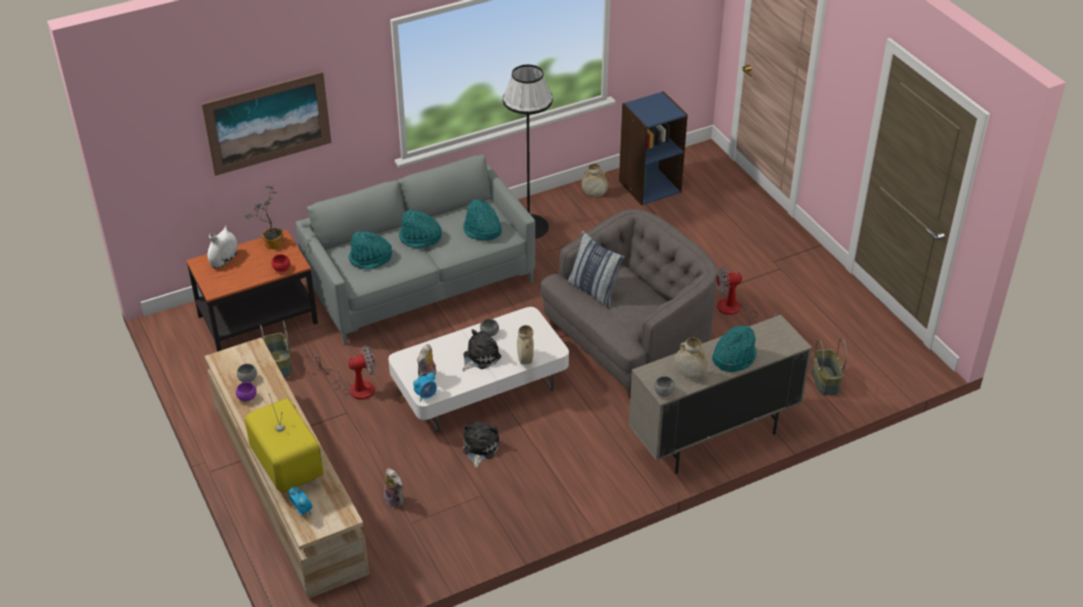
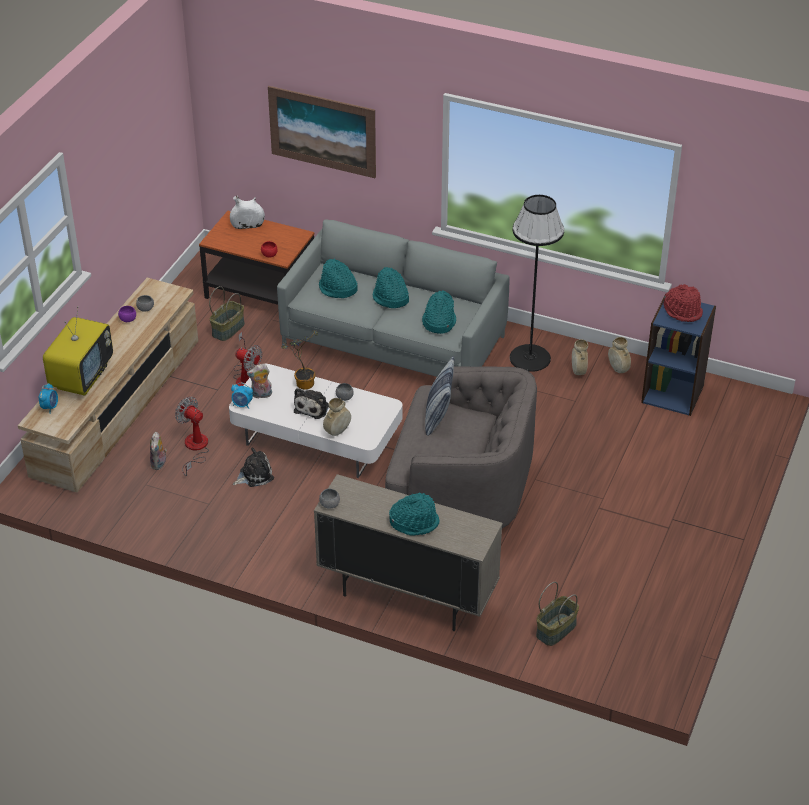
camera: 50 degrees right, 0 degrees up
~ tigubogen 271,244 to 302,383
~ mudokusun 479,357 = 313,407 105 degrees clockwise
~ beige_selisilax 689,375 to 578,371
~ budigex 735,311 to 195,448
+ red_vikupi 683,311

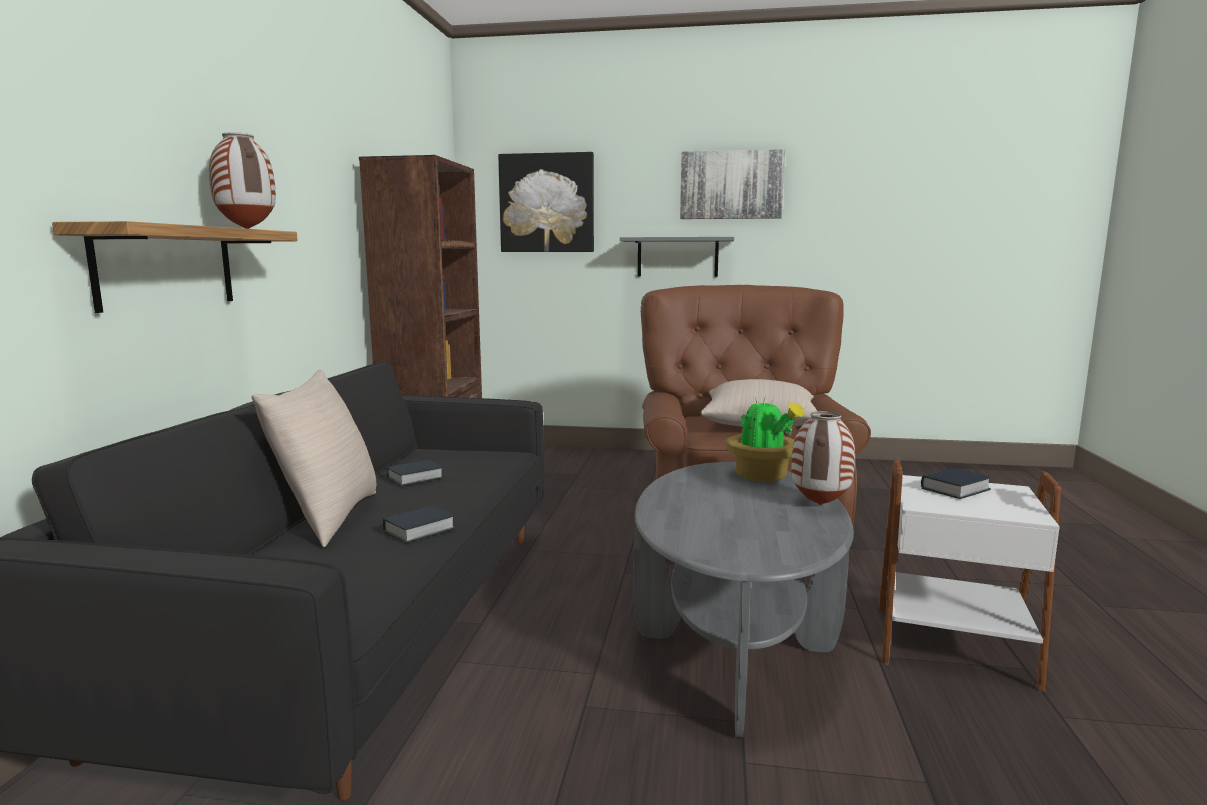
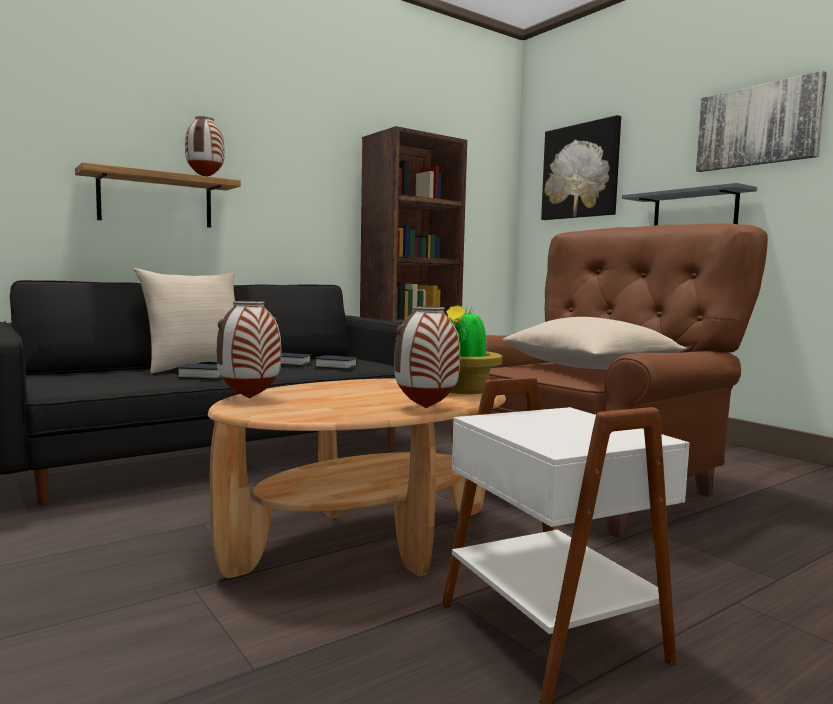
camera: 45 degrees right, 5 degrees down
~ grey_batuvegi 734,643 to brown_batuvegi 367,541
~ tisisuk 954,489 to 336,367
+ selisilax 249,398

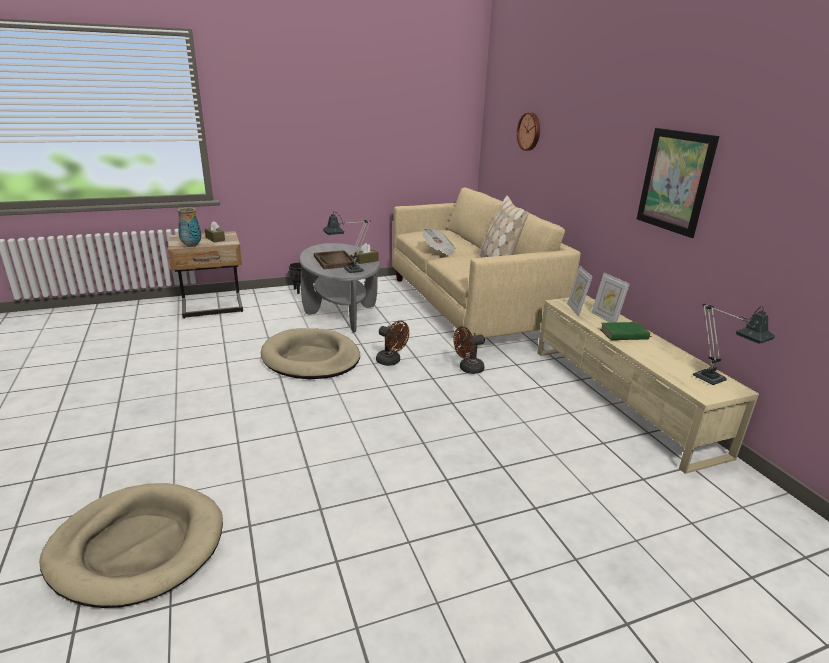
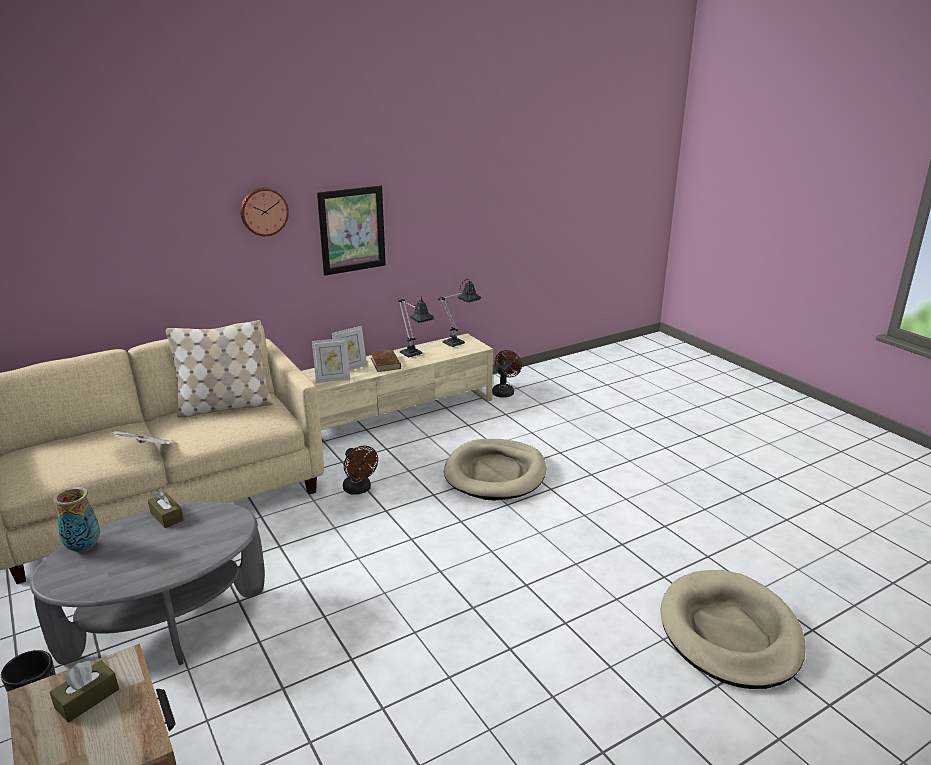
camera: 100 degrees left, 0 degrees up
~ selisilax 191,245 to 84,547
~ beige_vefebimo 311,358 to 495,473
- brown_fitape 334,261
~ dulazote 349,271 to 413,355
~ brown_budigex 391,361 to 504,391
~ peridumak 530,131 to 263,211
~ green_tisisuk 624,334 to brown_tisisuk 386,363

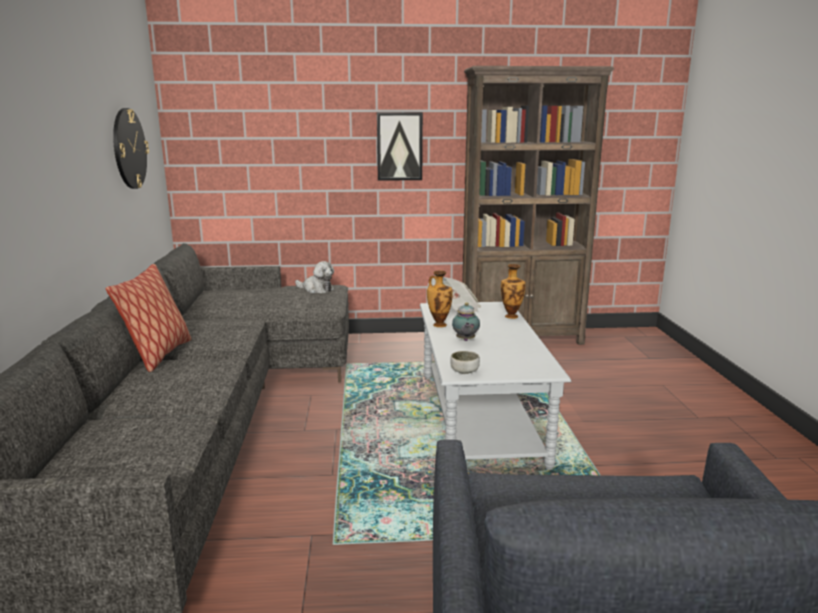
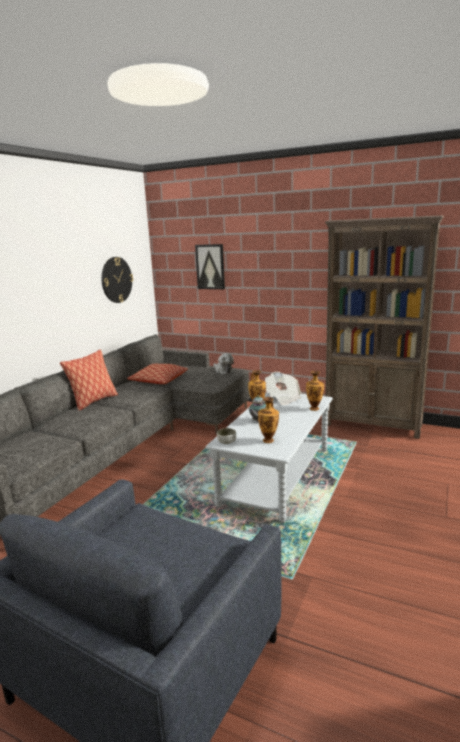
camera: 30 degrees right, 0 degrees up
~ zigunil 399,146 to 210,266
+ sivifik 158,380
+ selisilax 269,440

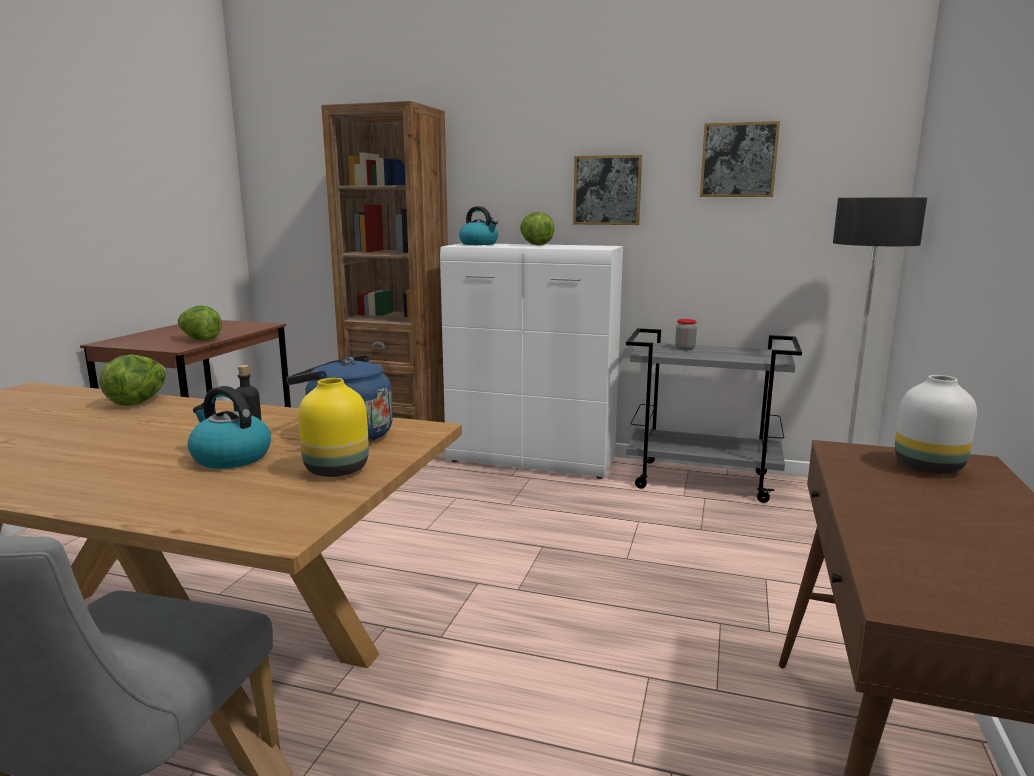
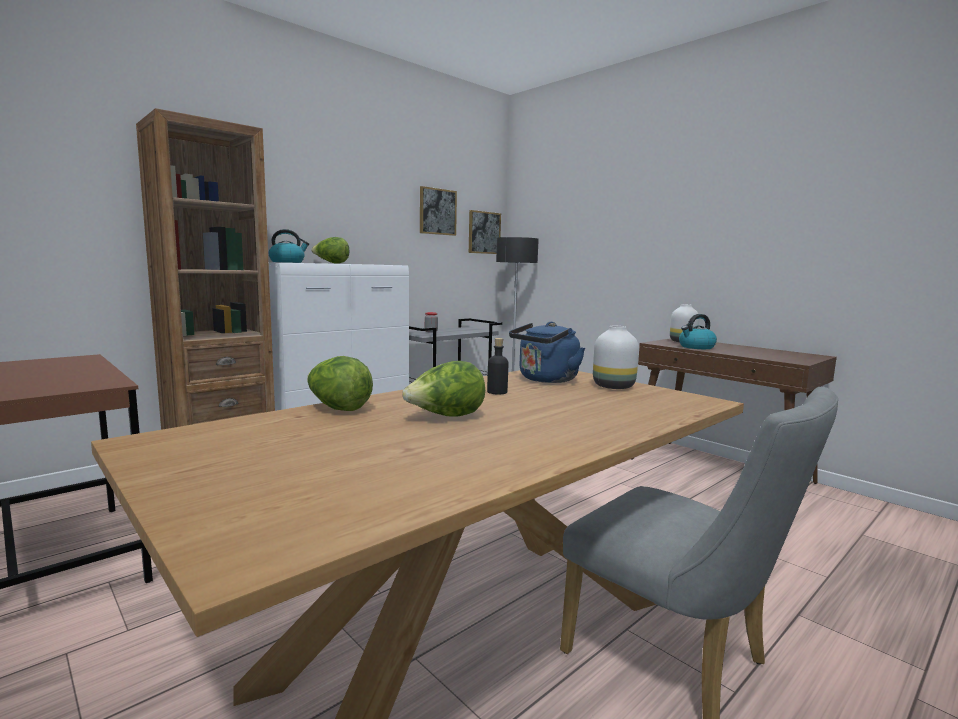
camera: 60 degrees left, 5 degrees down
~ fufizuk 200,340 to 446,417
~ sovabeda 230,457 to 696,347
~ yellow_selisilax 336,469 to white_selisilax 612,386
~ zigunil 607,190 to 484,232

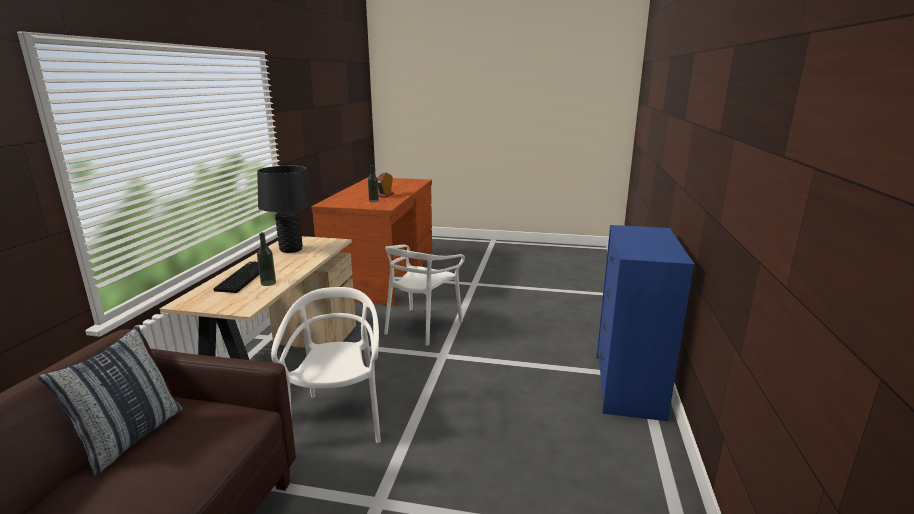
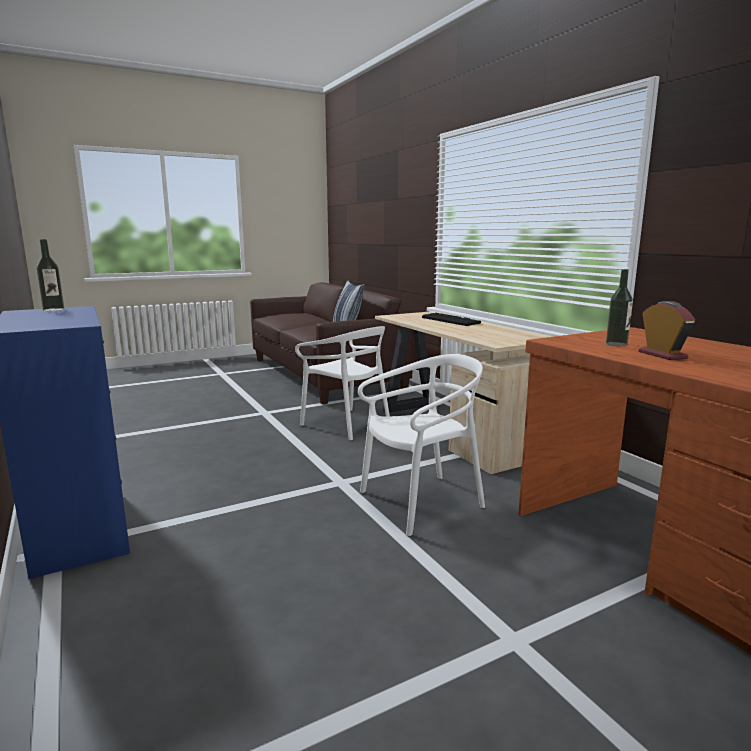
camera: 140 degrees right, 5 degrees down
- black_dulazote 291,249
~ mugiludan 268,283 to 53,309
~ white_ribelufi 422,326 = 421,502 75 degrees clockwise

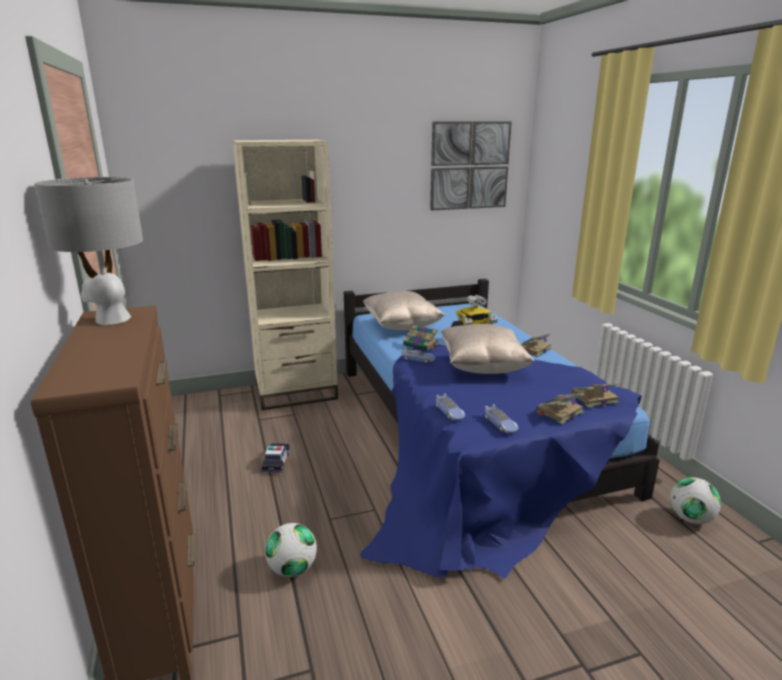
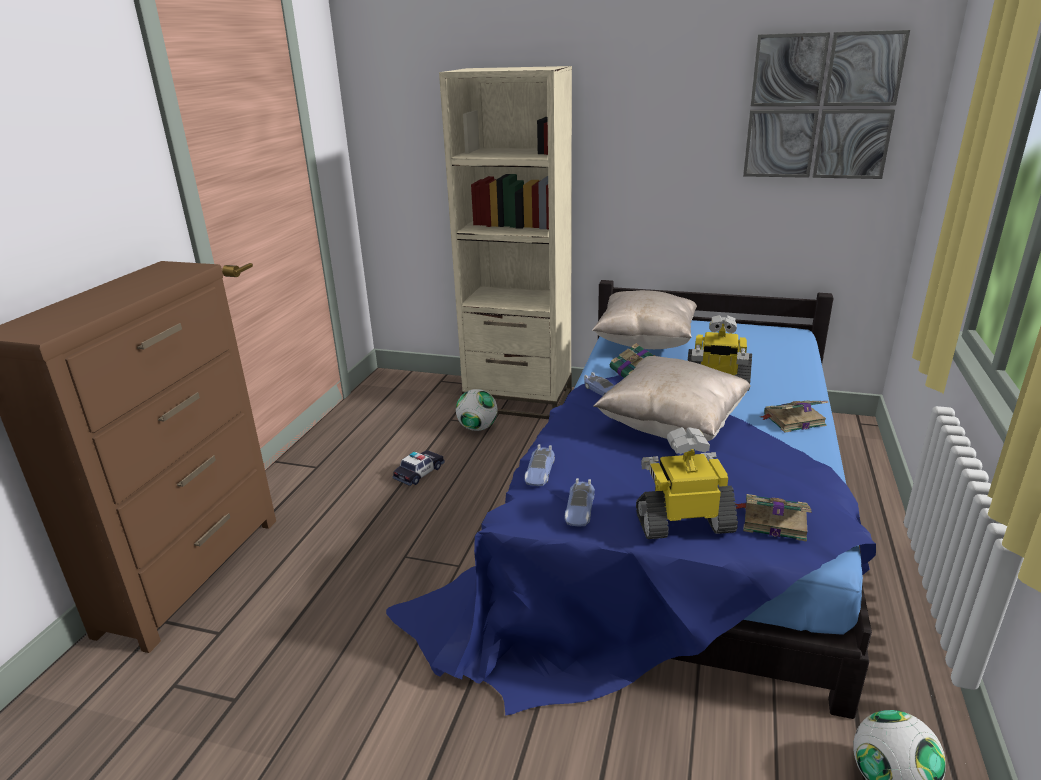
camera: 35 degrees right, 5 degrees up
- grey_dulazote 112,319
~ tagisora 292,569 to 477,428
~ tisisuk 559,412 to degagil 684,522

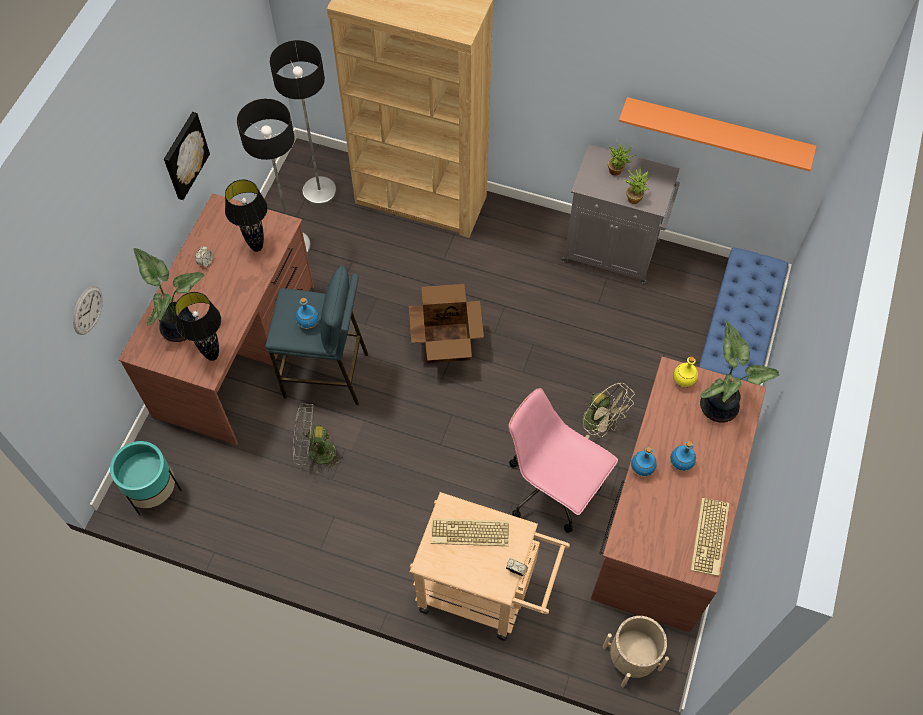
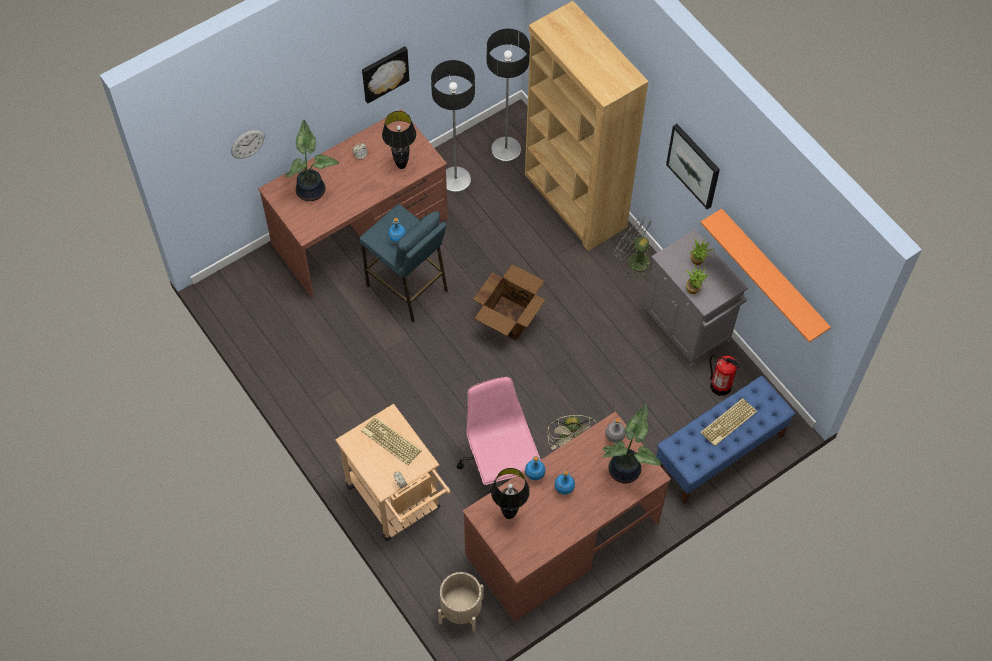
camera: 35 degrees right, 0 degrees up
- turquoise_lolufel 154,492
~ black_dulazote 212,356 to 509,515
~ grey_budigex 315,453 to 633,260
~ yellow_mugiludan 683,382 to grey_mugiludan 614,438
~ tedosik 711,538 to 728,423
+ zigunil 694,165
+ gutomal 720,385

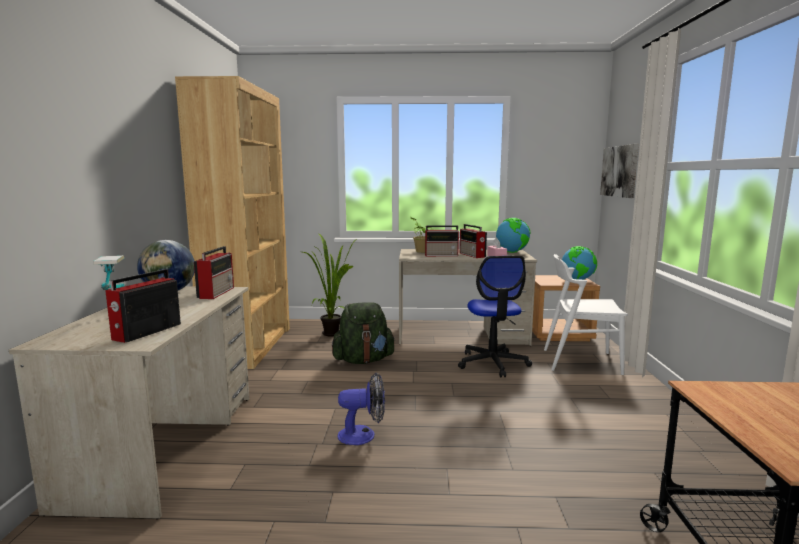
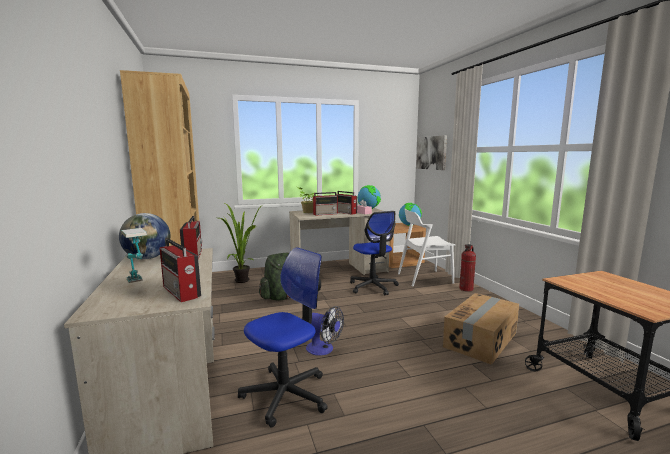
camera: 20 degrees left, 0 degrees up
~ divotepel 146,332 = 181,292 45 degrees counterclockwise
~ budigex 363,435 = 324,349 60 degrees clockwise
+ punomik 286,394
+ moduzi 481,339
+ gutomal 466,289

